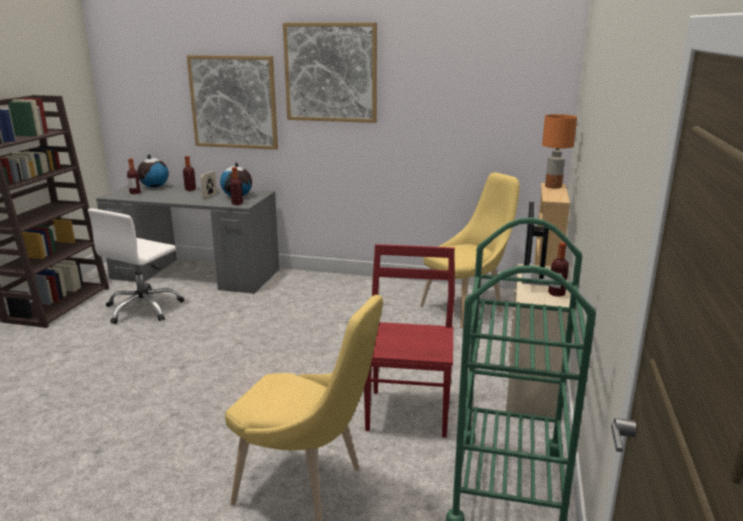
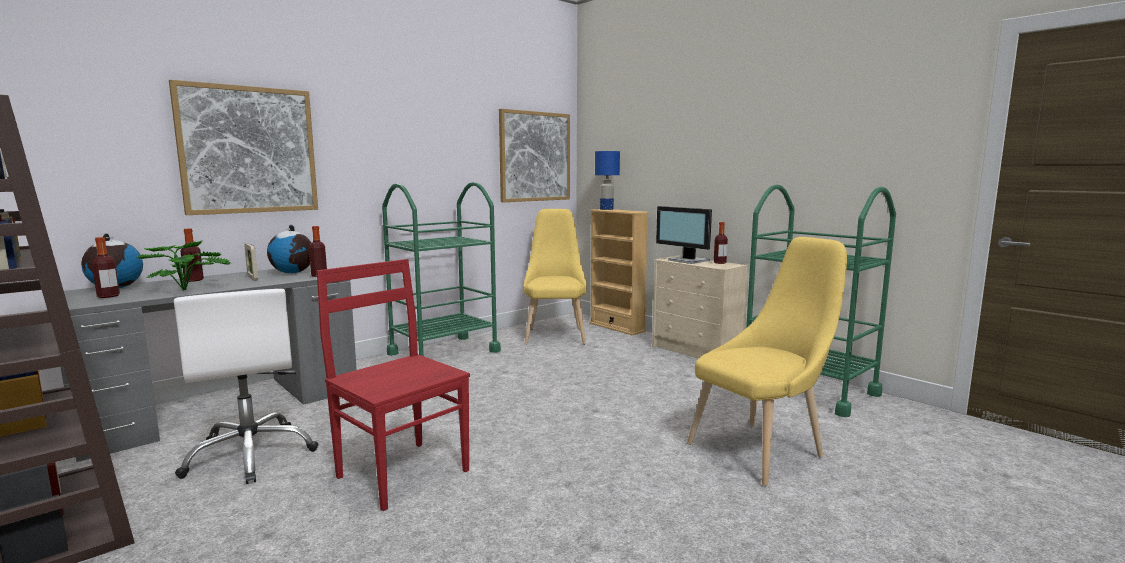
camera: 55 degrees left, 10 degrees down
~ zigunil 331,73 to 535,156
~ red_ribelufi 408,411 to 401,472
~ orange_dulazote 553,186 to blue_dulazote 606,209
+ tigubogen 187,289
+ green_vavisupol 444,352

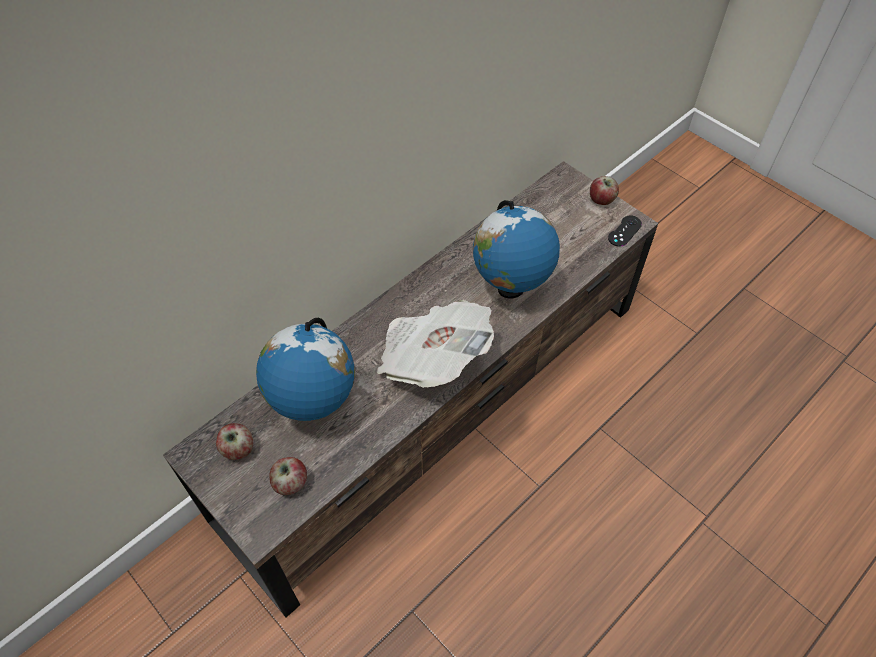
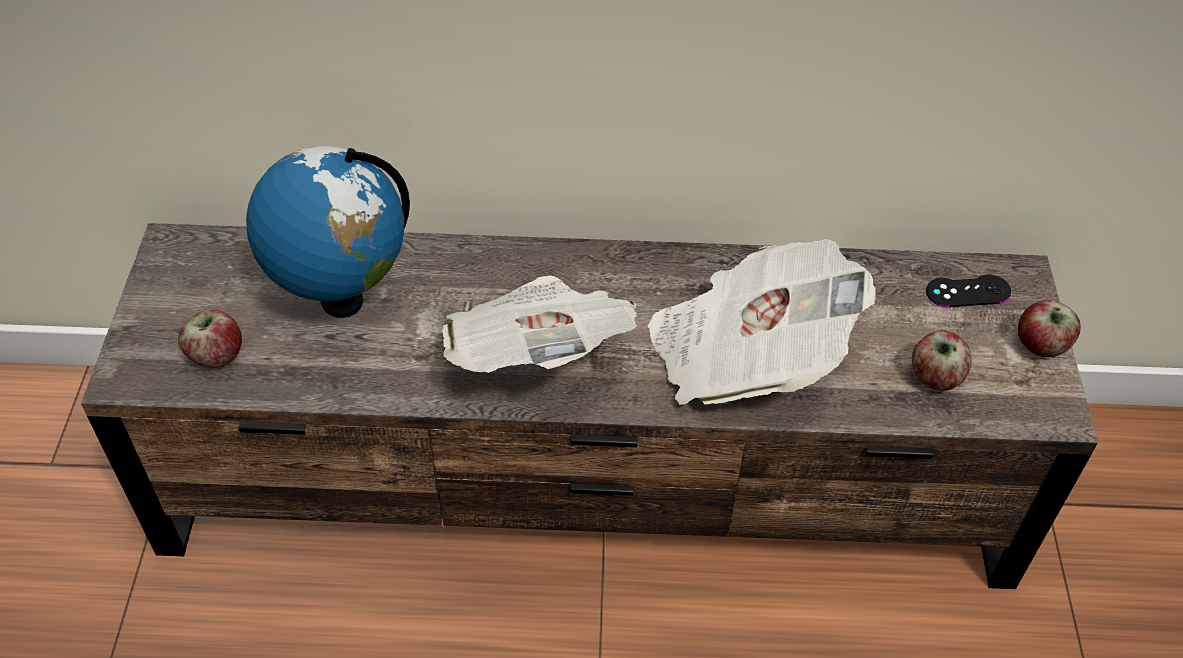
camera: 45 degrees right, 5 degrees down
~ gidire 238,449 to 934,377
~ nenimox 510,289 to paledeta 746,356
~ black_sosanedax 624,231 to 968,291

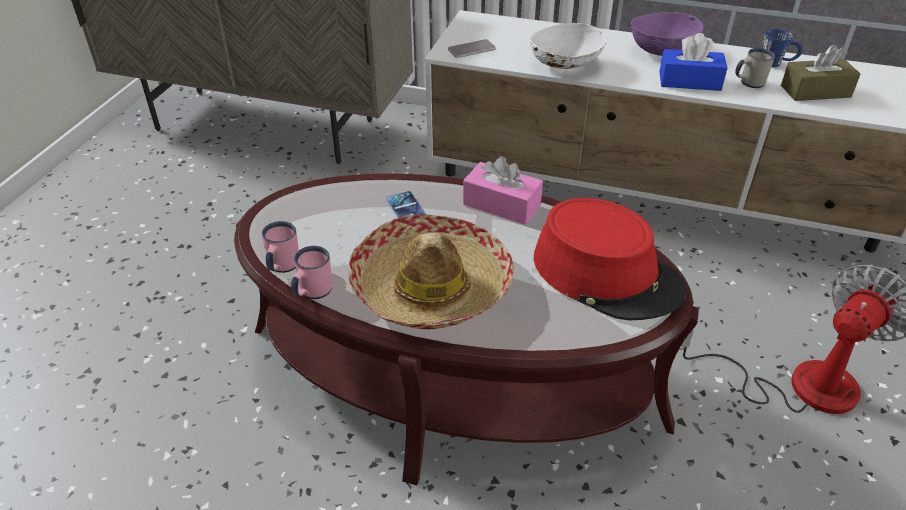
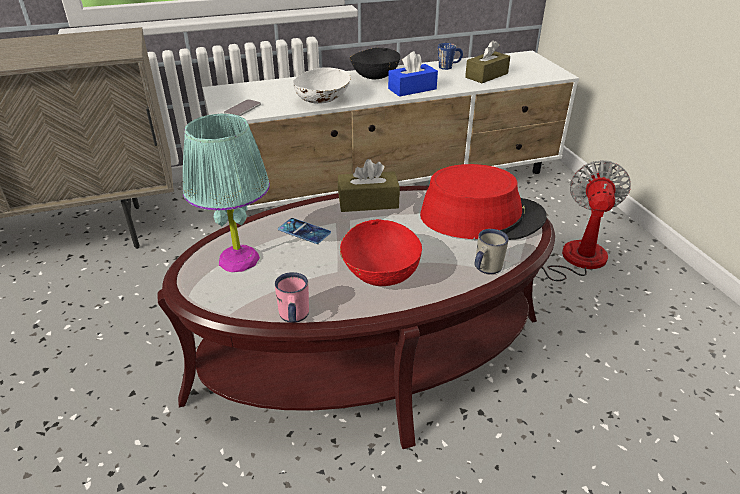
camera: 35 degrees left, 5 degrees down
- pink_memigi 281,267
~ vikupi 431,286 to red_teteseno 379,272
~ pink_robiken 501,205 to brown_robiken 368,202
~ purple_teteseno 662,50 to black_teteseno 375,76
~ white_memigi 748,83 to 485,269
+ turquoise_dulazote 238,259

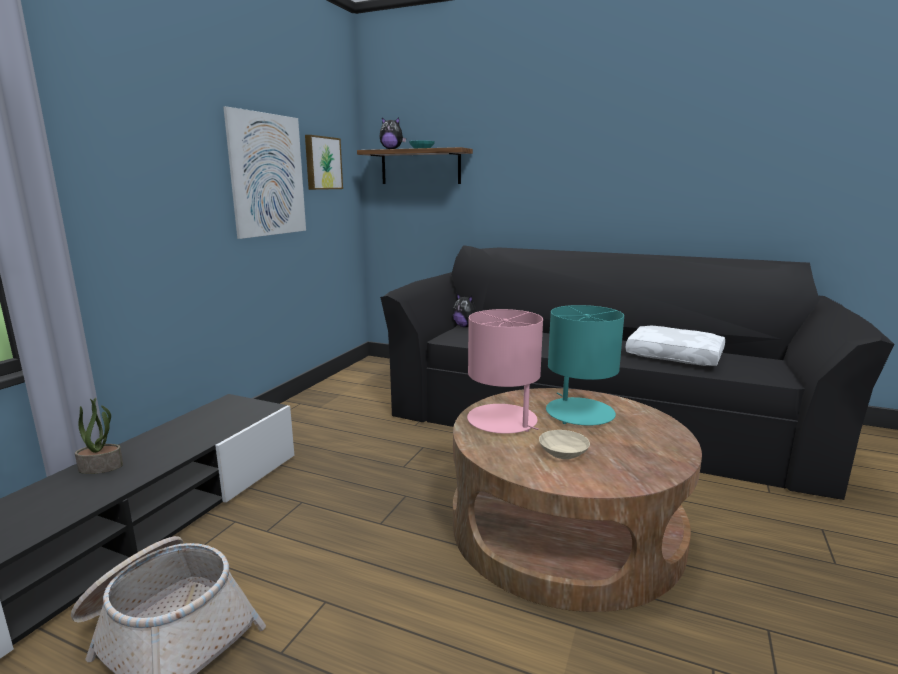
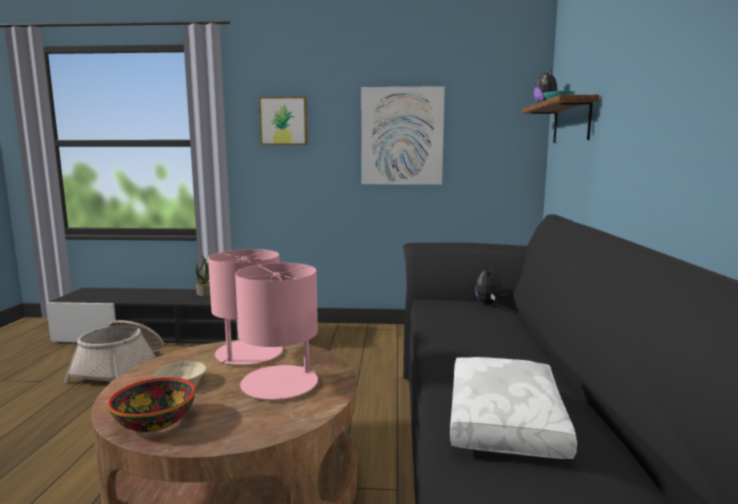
camera: 70 degrees right, 5 degrees down
~ zigunil 322,163 to 284,121
~ turquoise_dulazote 579,413 to pink_dulazote 281,384
+ teteseno 155,421

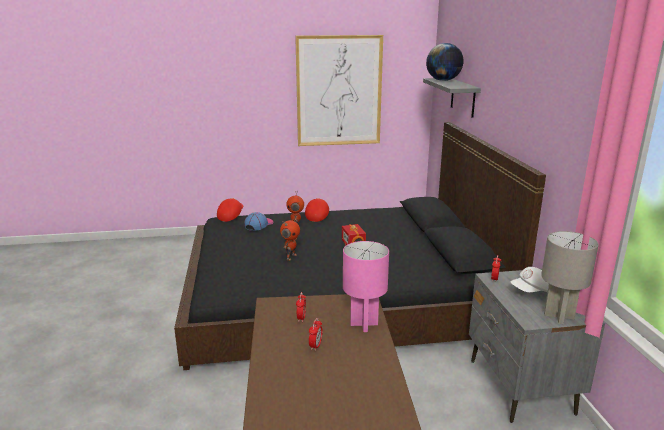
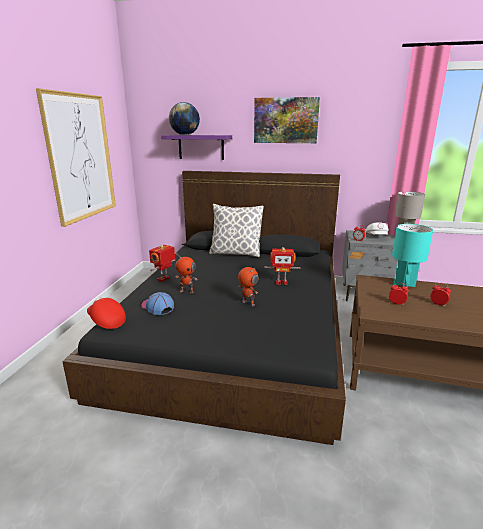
camera: 70 degrees left, 0 degrees up
~ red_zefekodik 317,216 to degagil 164,279
~ pink_dulazote 363,324 to turquoise_dulazote 404,285
~ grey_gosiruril 463,97 to purple_gosiruril 201,147
+ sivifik 235,253
+ zigunil 286,120

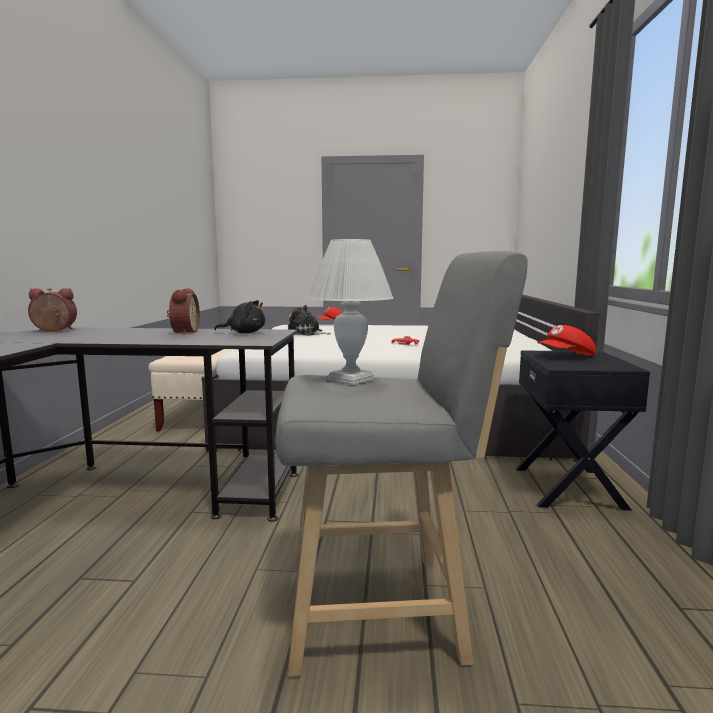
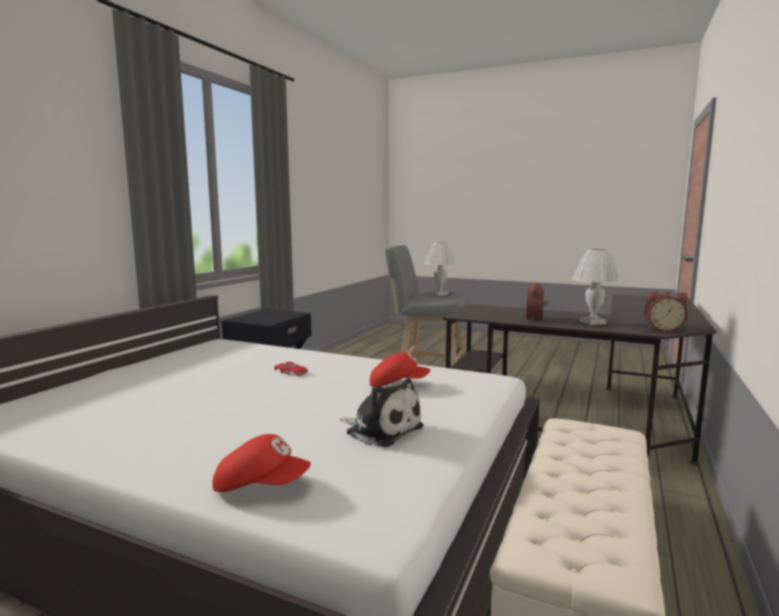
camera: 160 degrees left, 0 degrees up
- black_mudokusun 244,333
~ red_zefekodik 566,356 to 398,384
+ white_dulazote 592,322

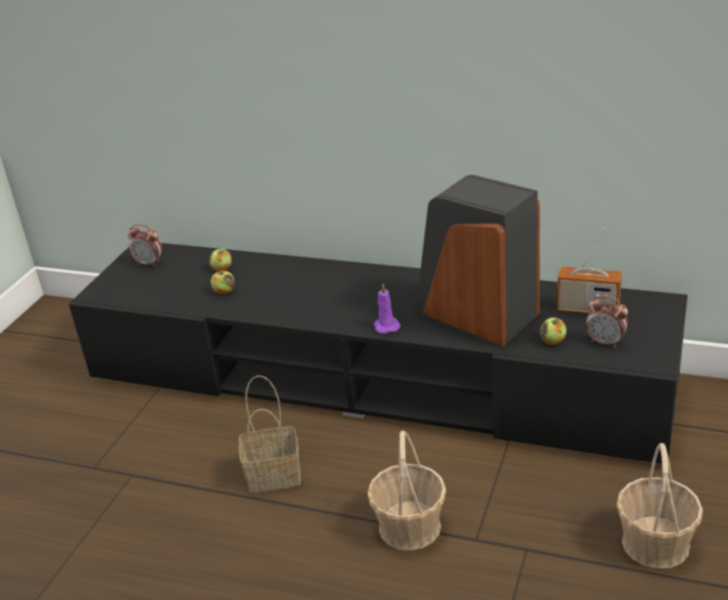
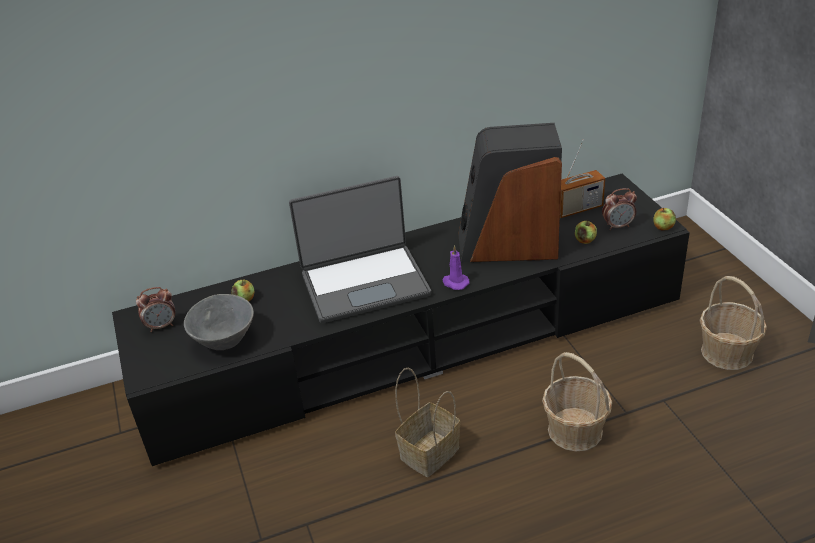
camera: 40 degrees left, 5 degrees up
~ gidire 224,291 to 663,227
+ grey_teteseno 222,341
+ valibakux 364,283

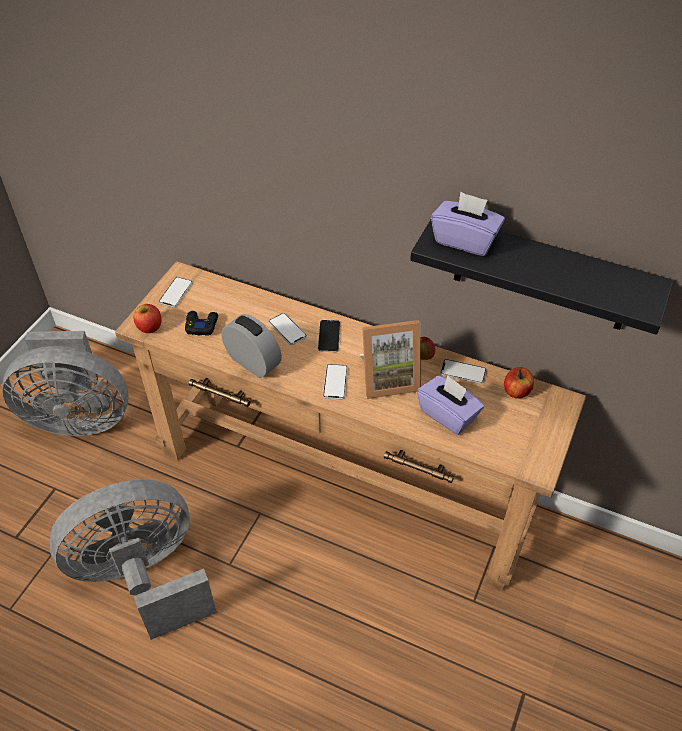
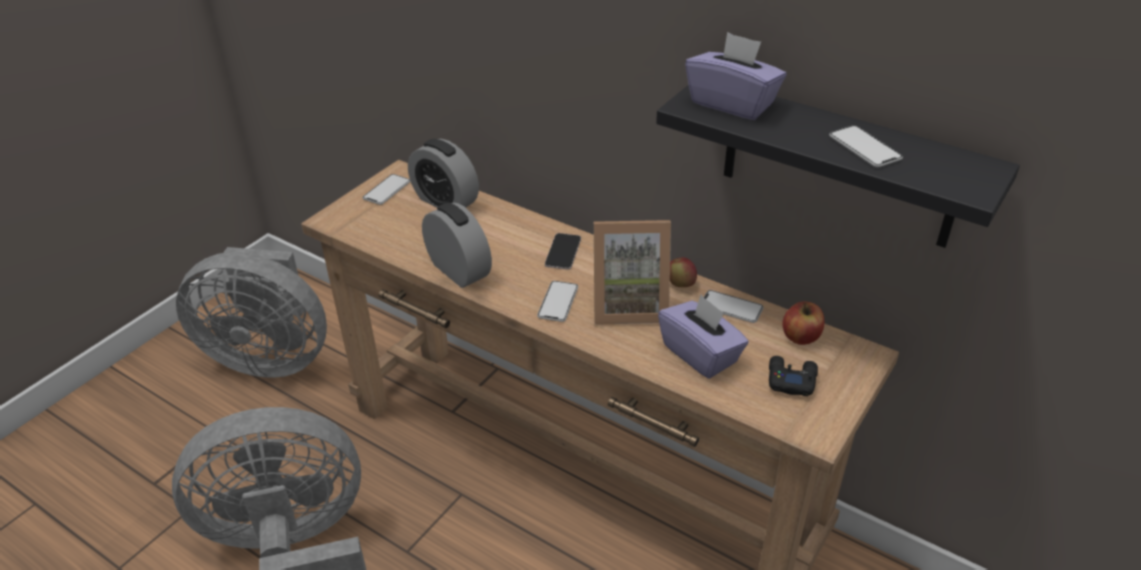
camera: 10 degrees right, 10 degrees down
- gidire 149,327
~ black_sosanedax 201,325 to 791,380
~ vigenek 287,329 to 864,148
+ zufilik 445,201

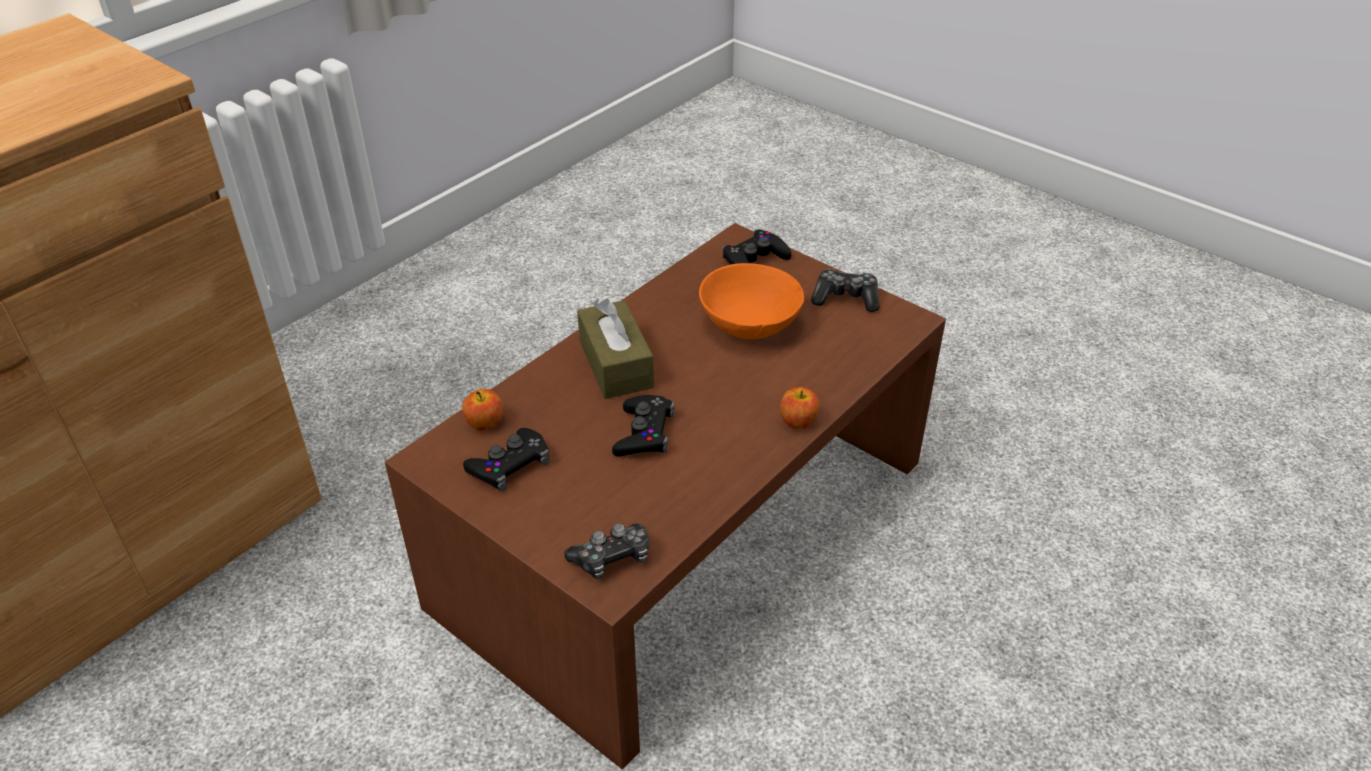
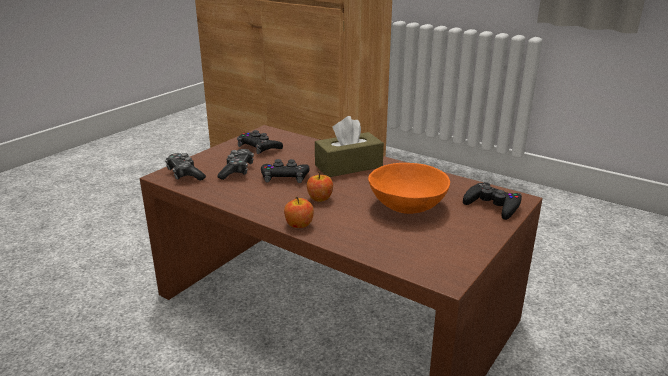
camera: 85 degrees right, 15 degrees down
~ gidire 484,423 to 320,198
~ sosanedax 845,298 to 237,171

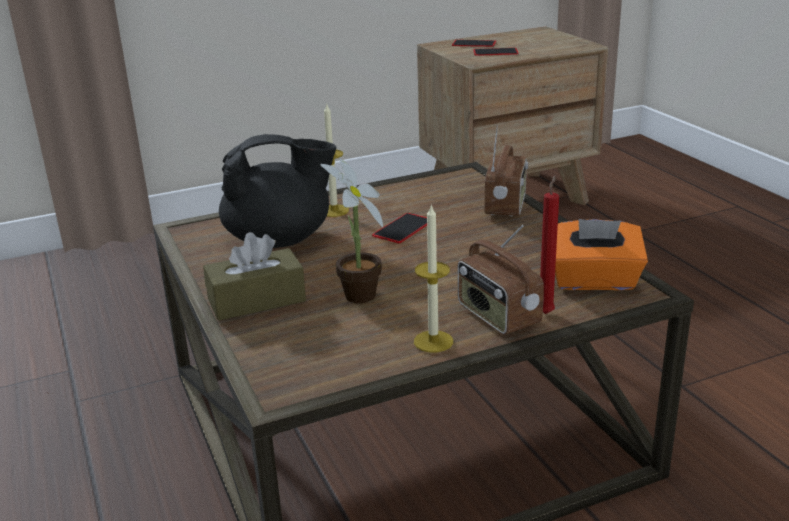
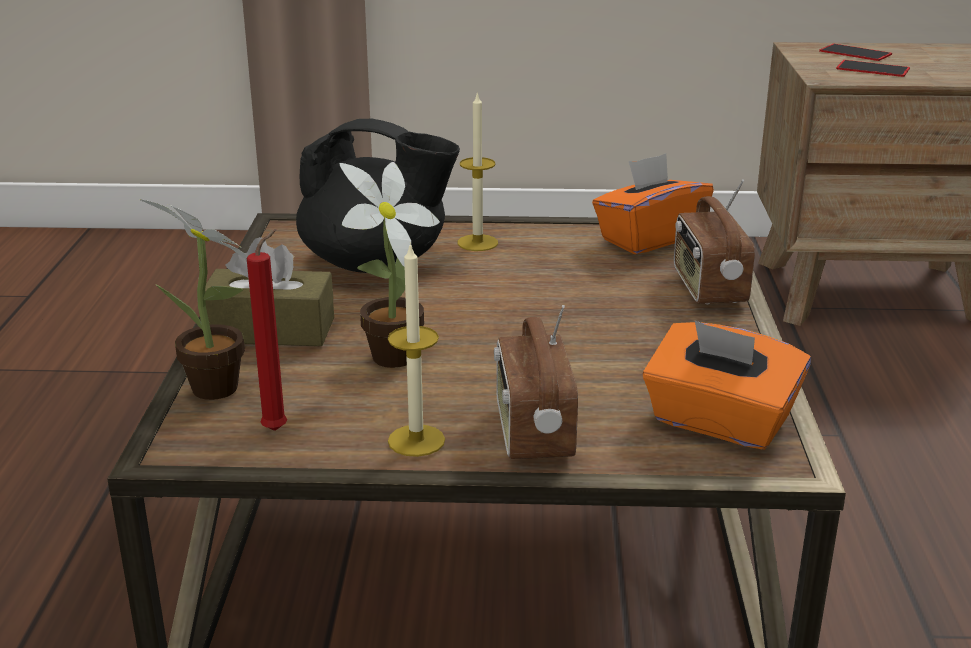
camera: 25 degrees right, 0 degrees up
- vigenek 403,228
~ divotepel 506,206 = 707,288 135 degrees clockwise
~ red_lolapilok 546,312 to 278,429
+ tigubogen 218,392
+ orange_robiken 649,238

